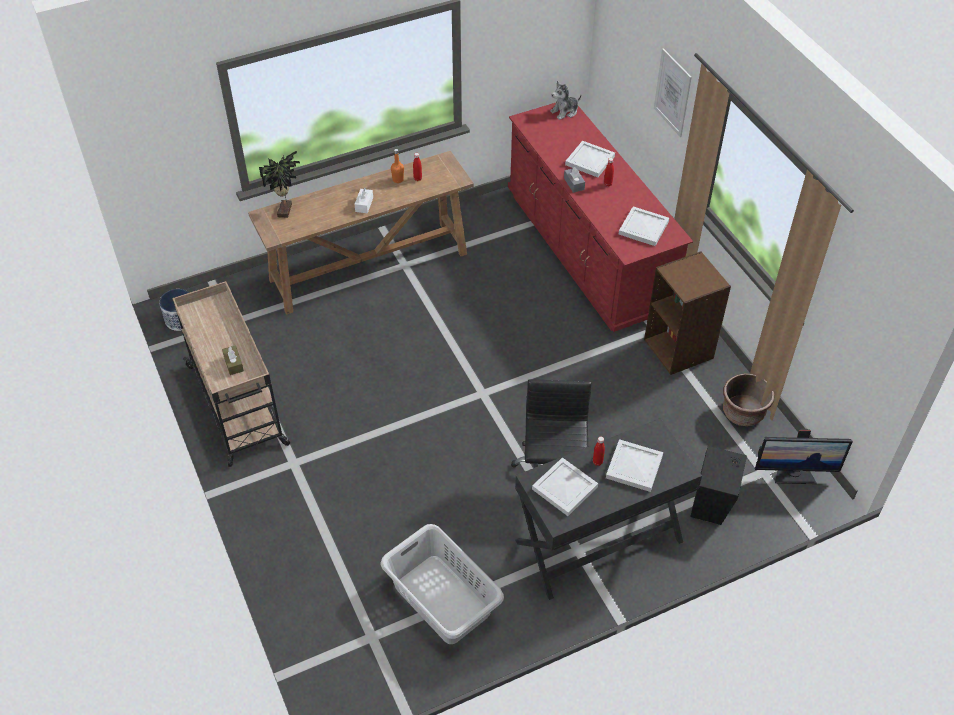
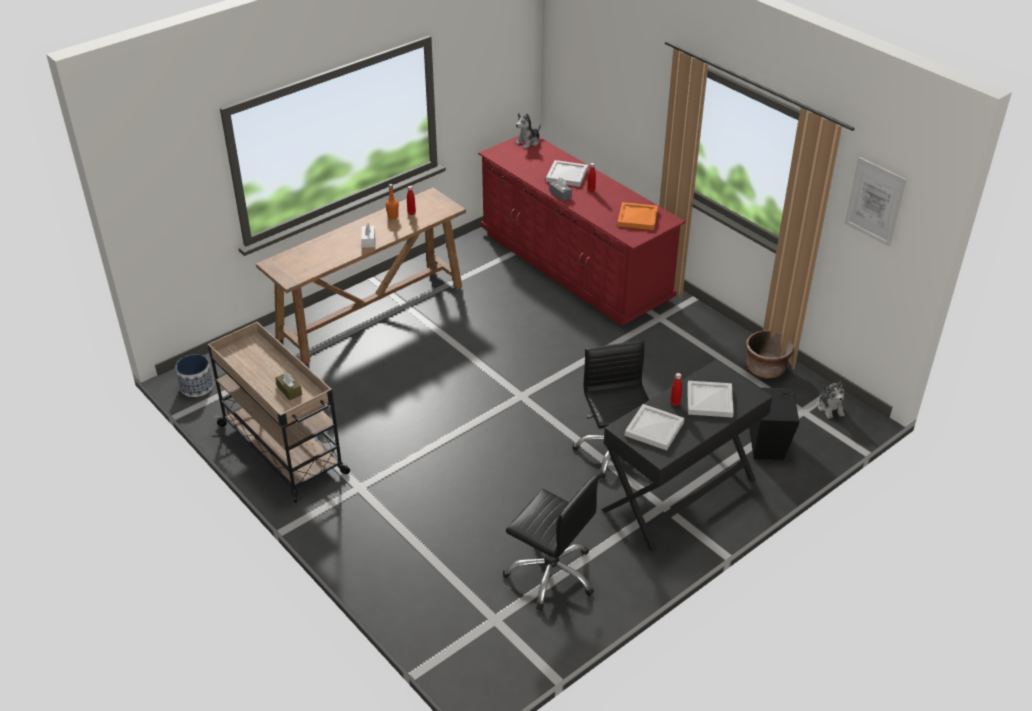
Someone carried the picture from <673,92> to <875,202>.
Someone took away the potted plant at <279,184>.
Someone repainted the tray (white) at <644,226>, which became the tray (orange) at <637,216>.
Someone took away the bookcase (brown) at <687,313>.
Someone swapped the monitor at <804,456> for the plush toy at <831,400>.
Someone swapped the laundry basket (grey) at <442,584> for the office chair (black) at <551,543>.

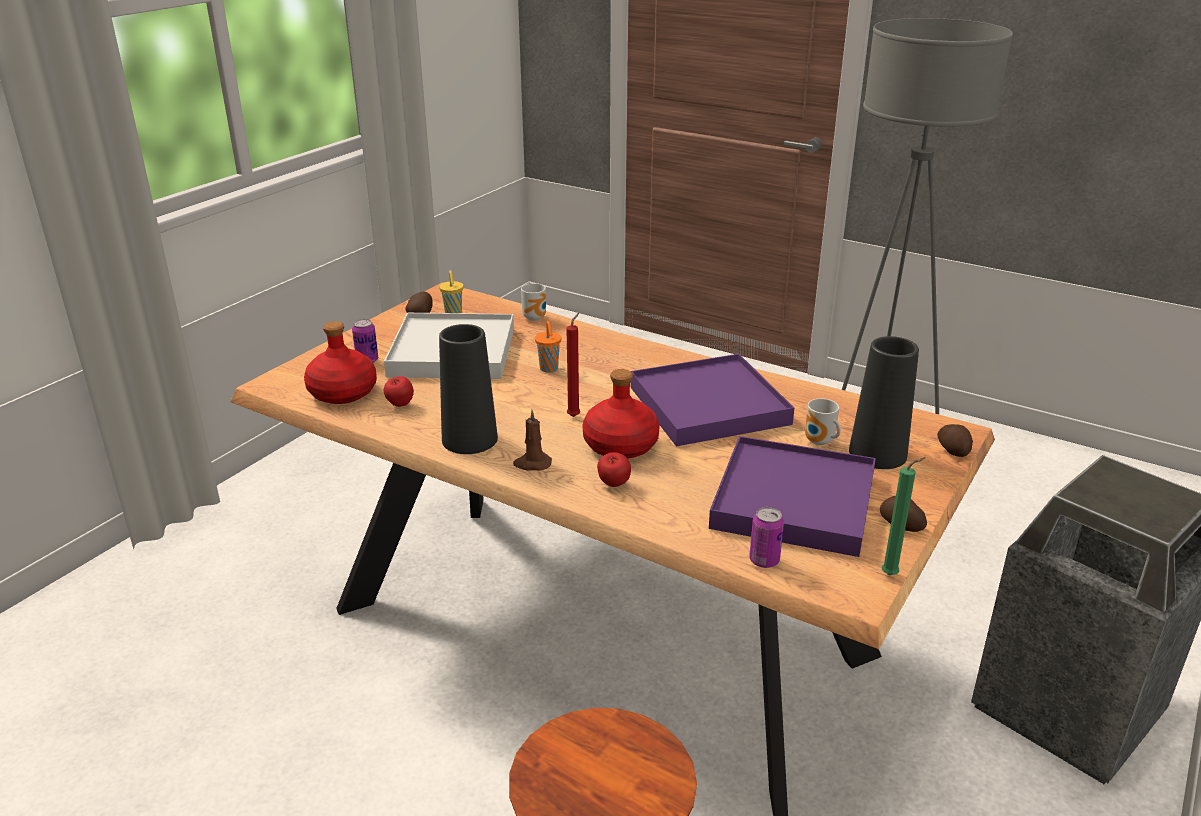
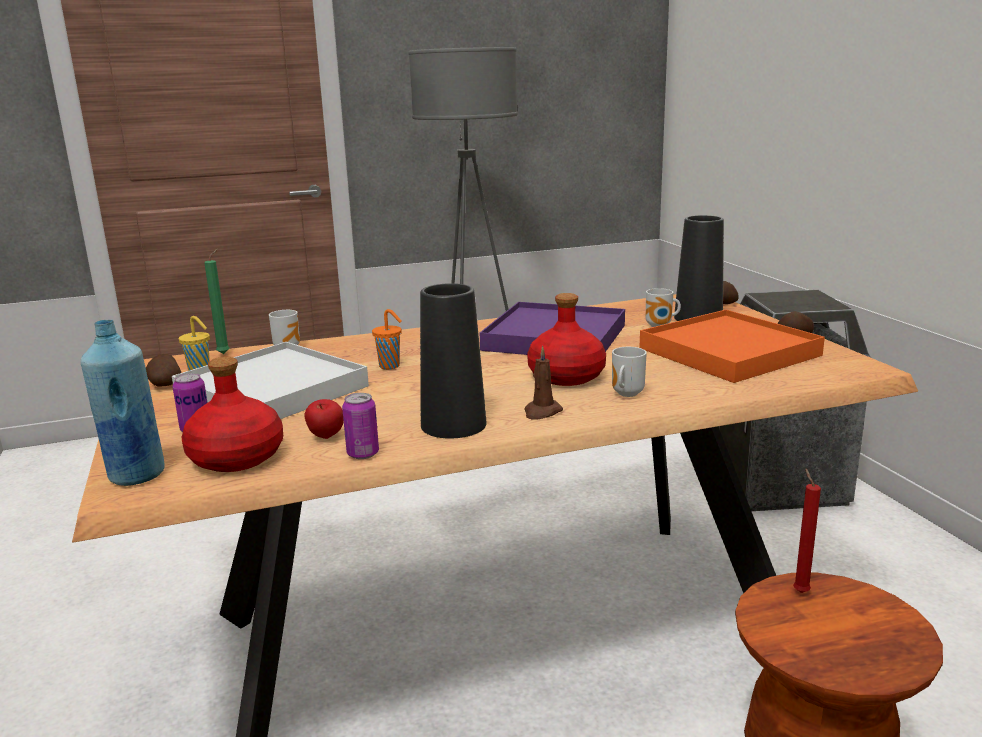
Someone carried the candle (red) from <573,365> to <807,530>.
Someone repainted the tray (purple) at <792,496>, which became the tray (orange) at <732,346>.
Someone swapped the apple at <614,469> for the mug at <629,372>.
Someone carried the candle (green) from <903,516> to <217,301>.
Someone carried the can from <766,537> to <360,426>.
Someone put down the bottle (blue) at <122,403>.

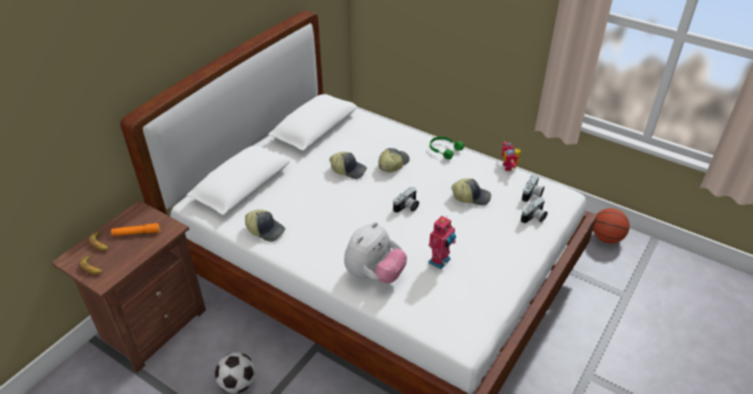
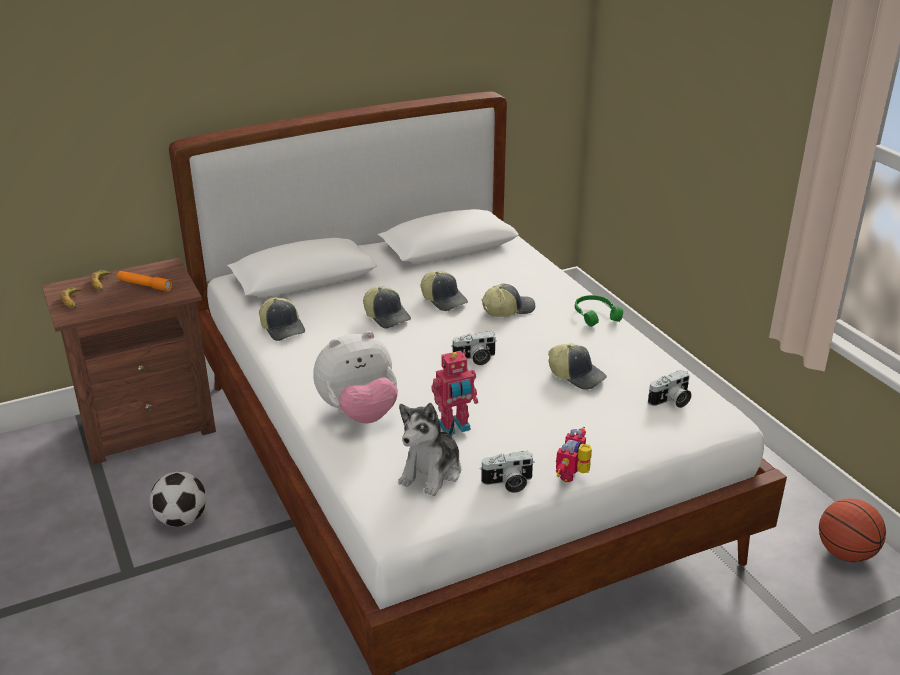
Someone carried the toy robot from <511,156> to <574,454>.
Someone carried the photo camera from <534,210> to <507,472>.
Someone put down the cap at <387,307>.
Someone put down the plush toy at <429,449>.

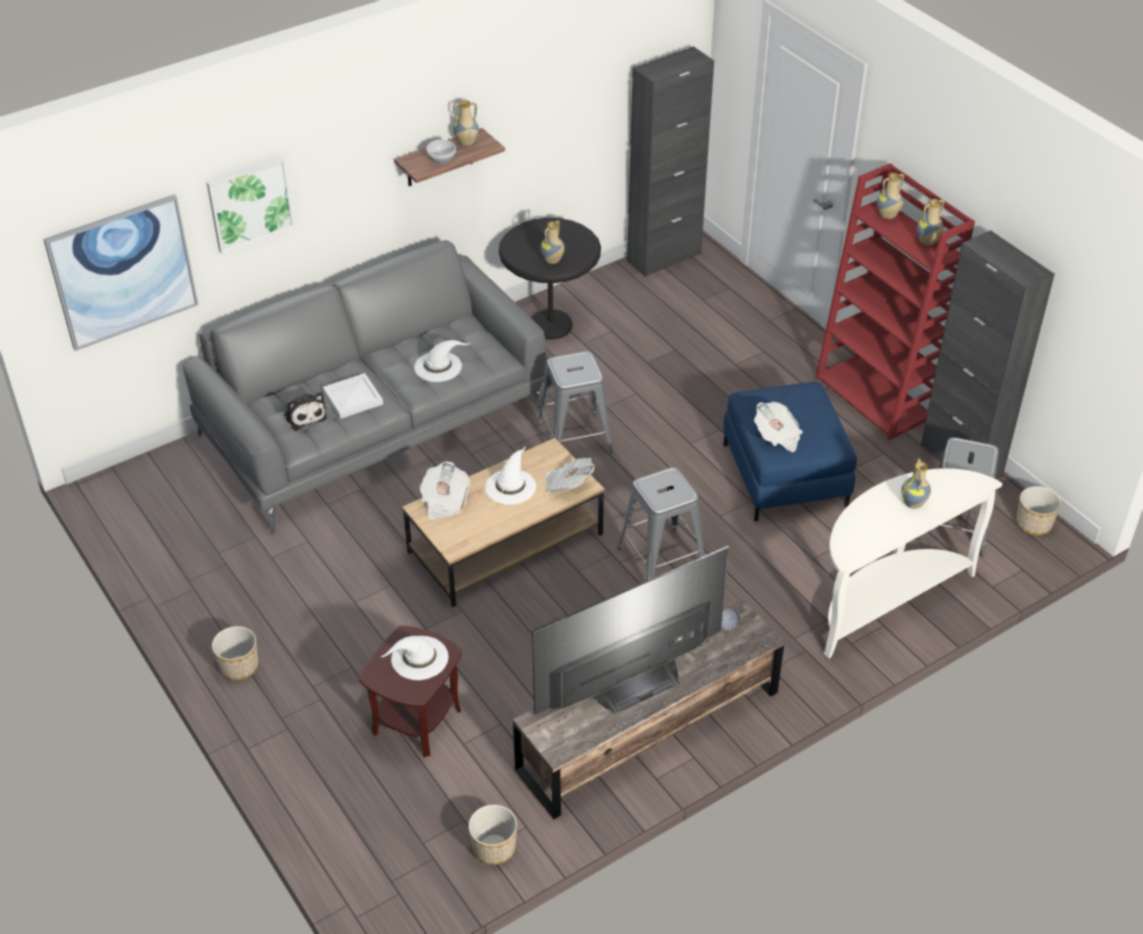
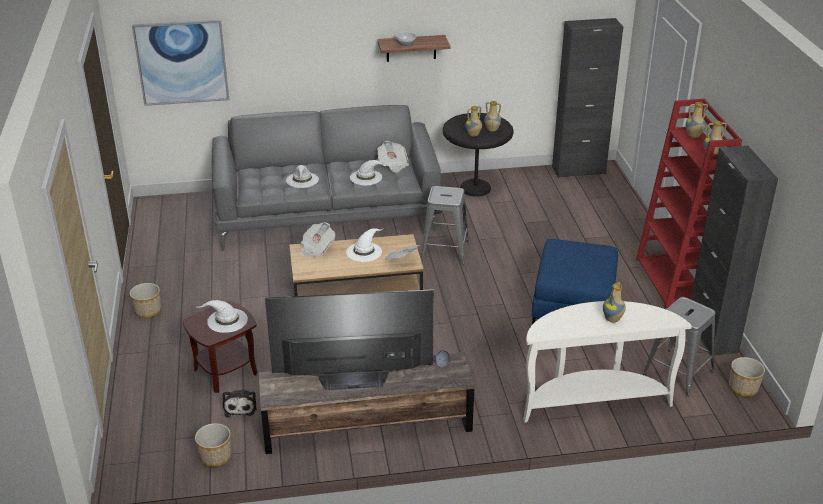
Someone carried the vase from <466,123> to <492,116>.
Someone took away the picture at <250,205>.
Someone swapped the tray (white) at <353,396> for the hat (white) at <302,176>.
Someone carried the plush toy from <305,411> to <239,403>.
Someone carried the newspaper from <778,427> to <393,157>.
Someone took away the stool (grey) at <660,524>.

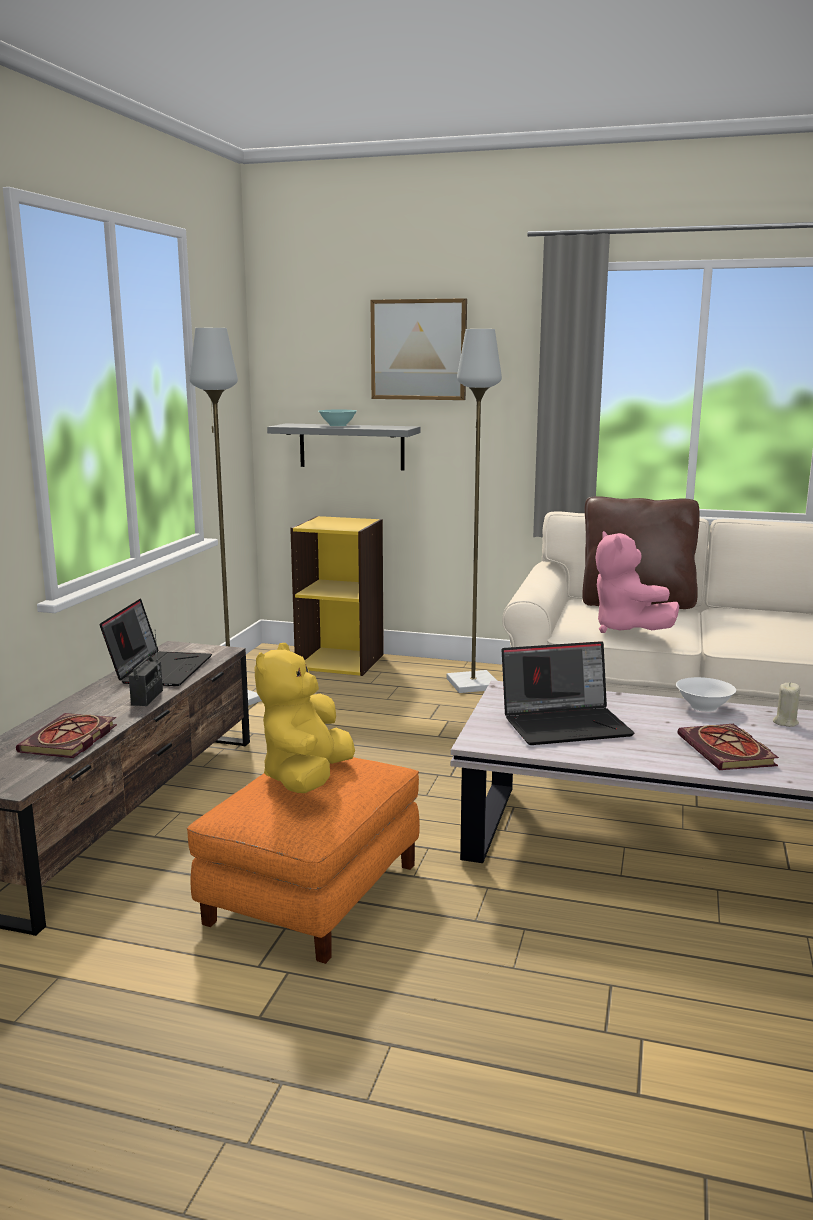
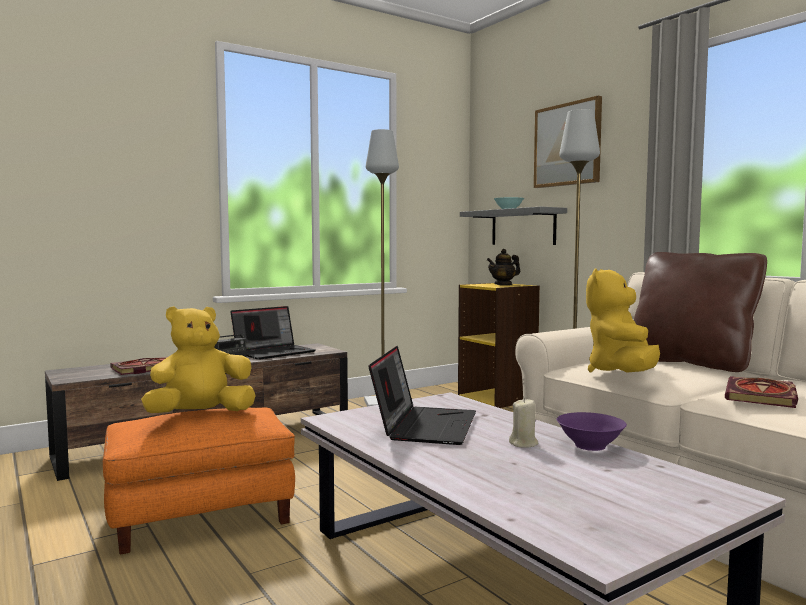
Someone repainted the plush toy (pink) at <637,582>, which became the plush toy (yellow) at <623,320>.
Someone rotated the laptop at <568,693> by 105 degrees counterclockwise.
Someone repainted the bowl (white) at <706,694>, which became the bowl (purple) at <592,431>.
Someone carried the candle (beige) from <786,705> to <523,423>.
Someone carried the book from <728,747> to <761,392>.
Someone put down the teapot at <503,267>.

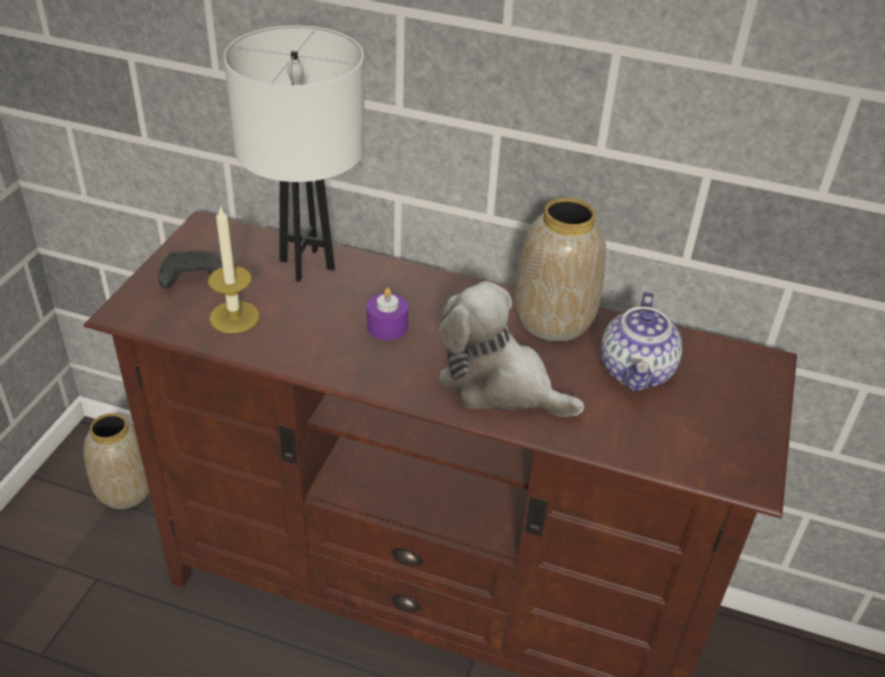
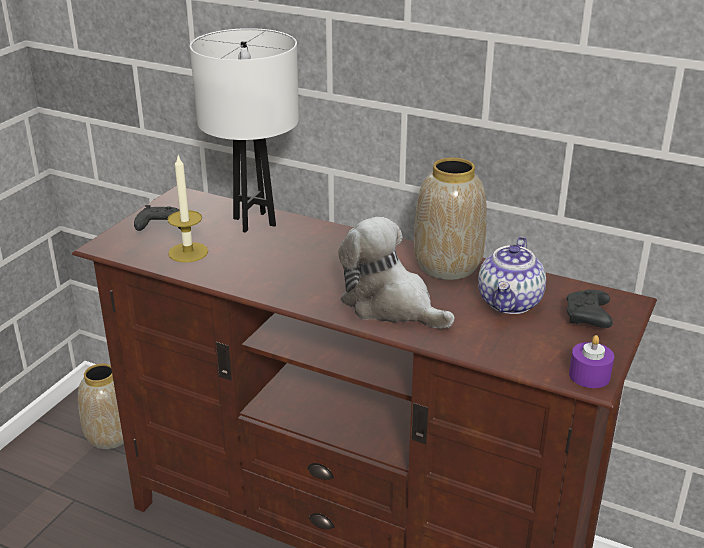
Someone carried the candle (purple) from <387,314> to <591,361>.
Someone put down the game controller (black) at <590,309>.

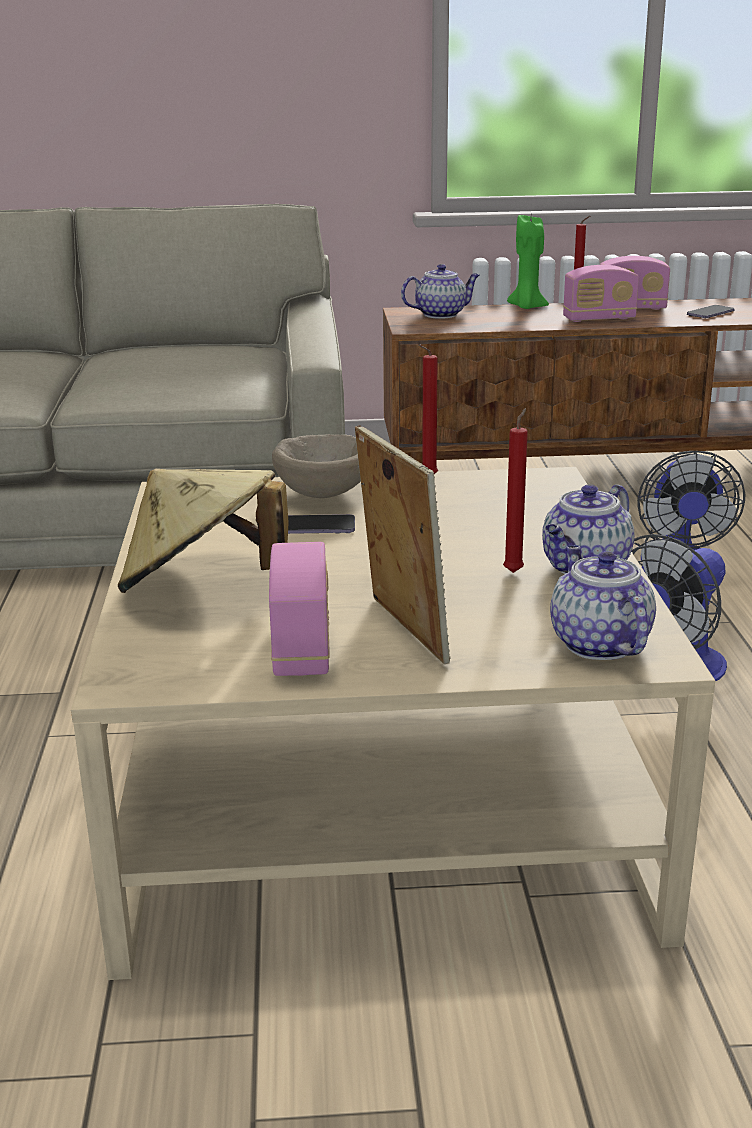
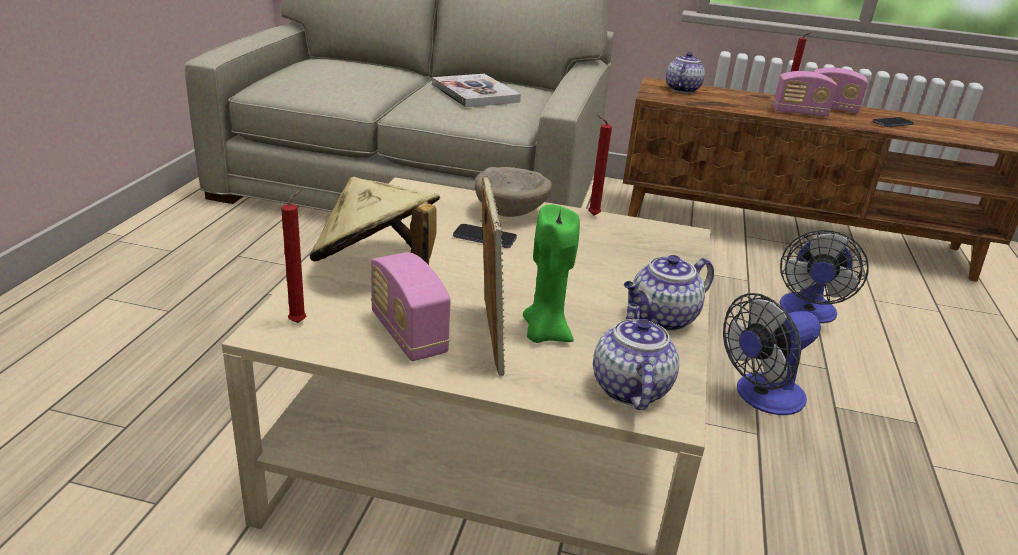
Someone carried the candle (green) from <528,262> to <551,273>.
Someone rotated the teapot at <440,291> by 60 degrees counterclockwise.
Someone carried the candle (red) from <515,490> to <293,256>.
Someone rotated the radio at <299,609> by 135 degrees clockwise.
Someone put down the book at <476,91>.

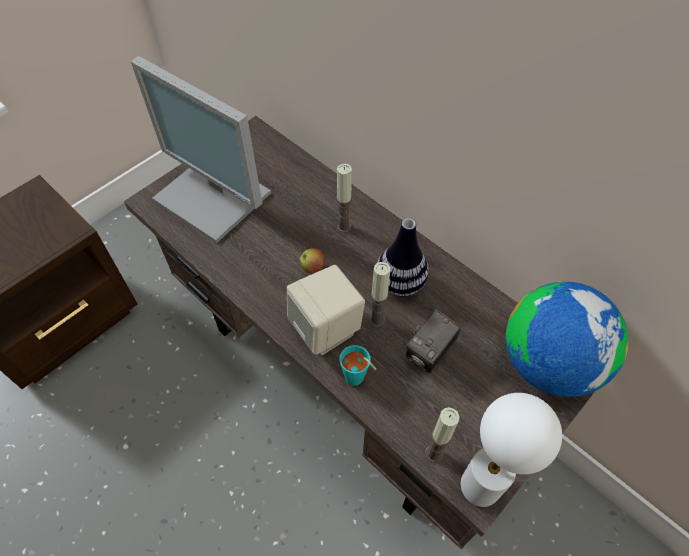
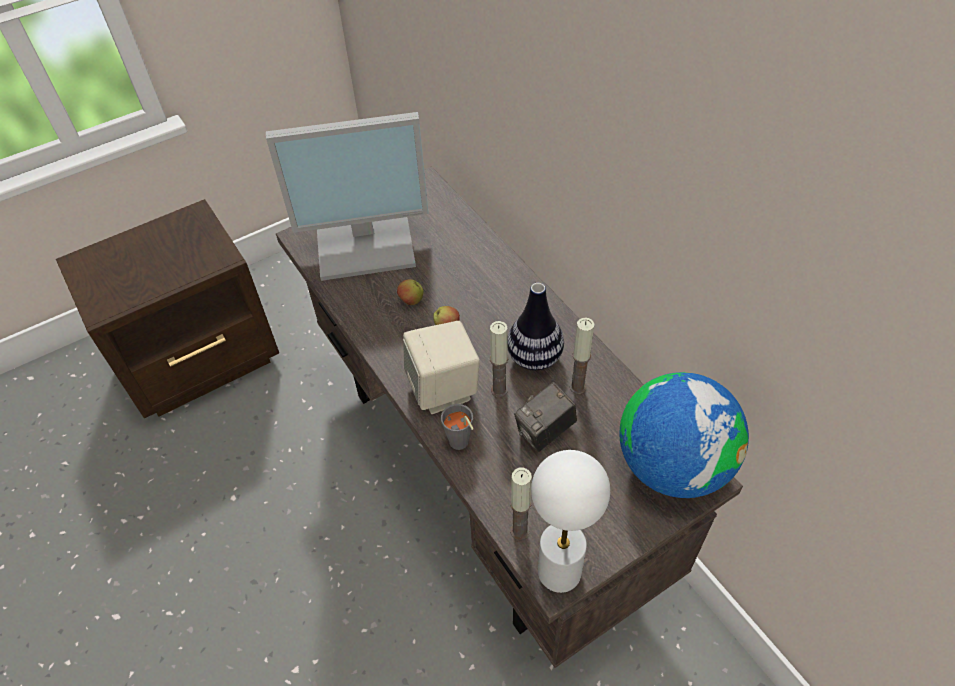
Someone rotated the monitor at <200,149> by 60 degrees counterclockwise.
Someone carried the candle from <344,198> to <581,356>.
Someone repainted the cup (turquoise) at <358,365>, which became the cup (grey) at <457,427>.
Someone put down the apple at <410,292>.

